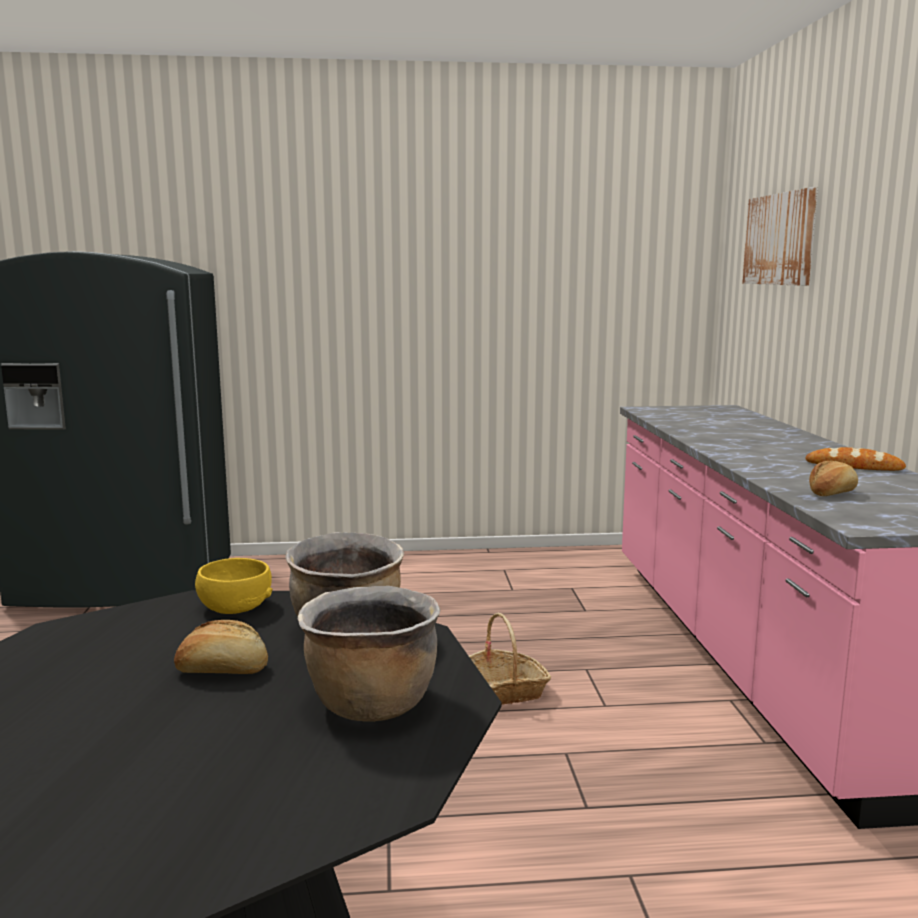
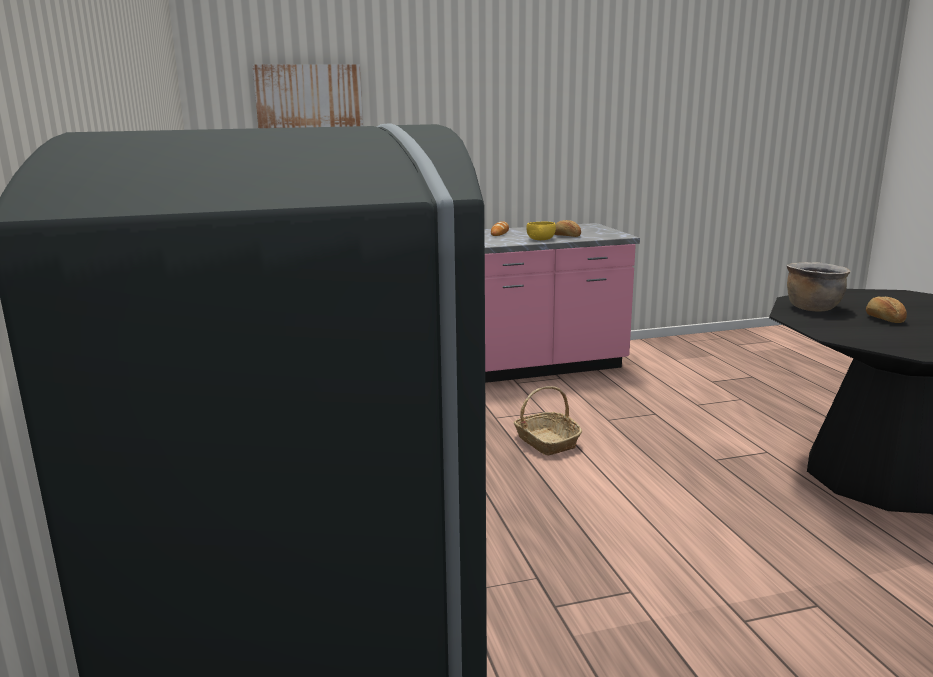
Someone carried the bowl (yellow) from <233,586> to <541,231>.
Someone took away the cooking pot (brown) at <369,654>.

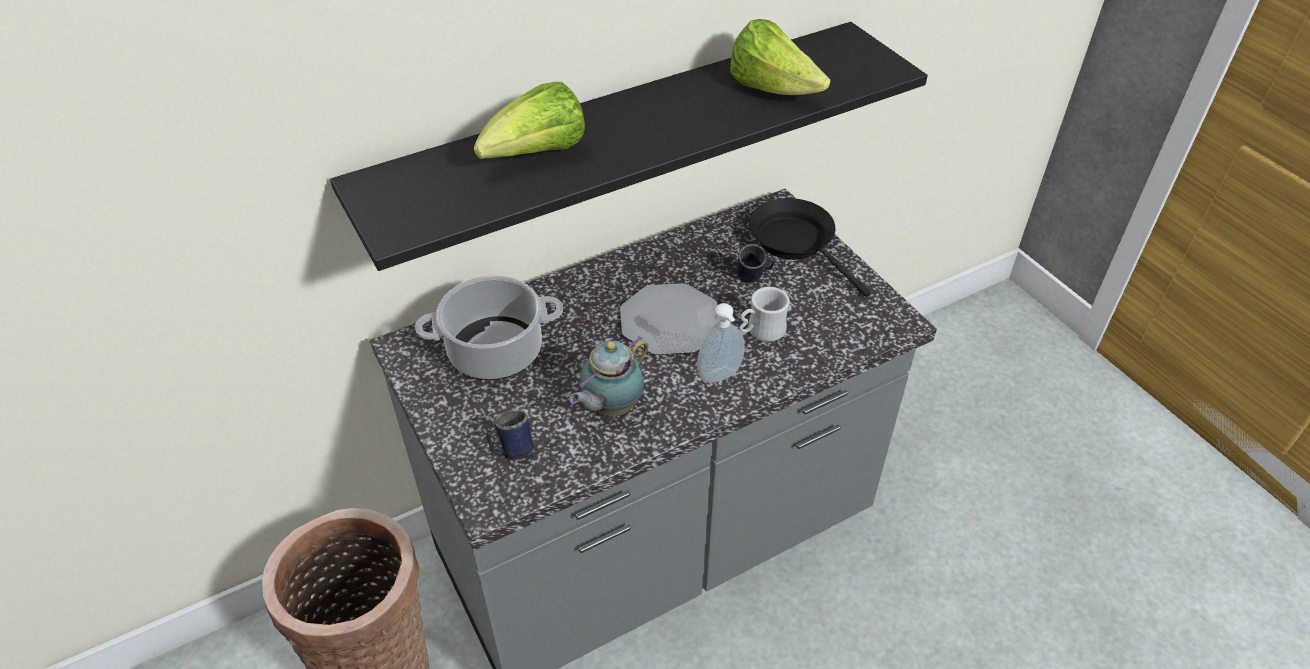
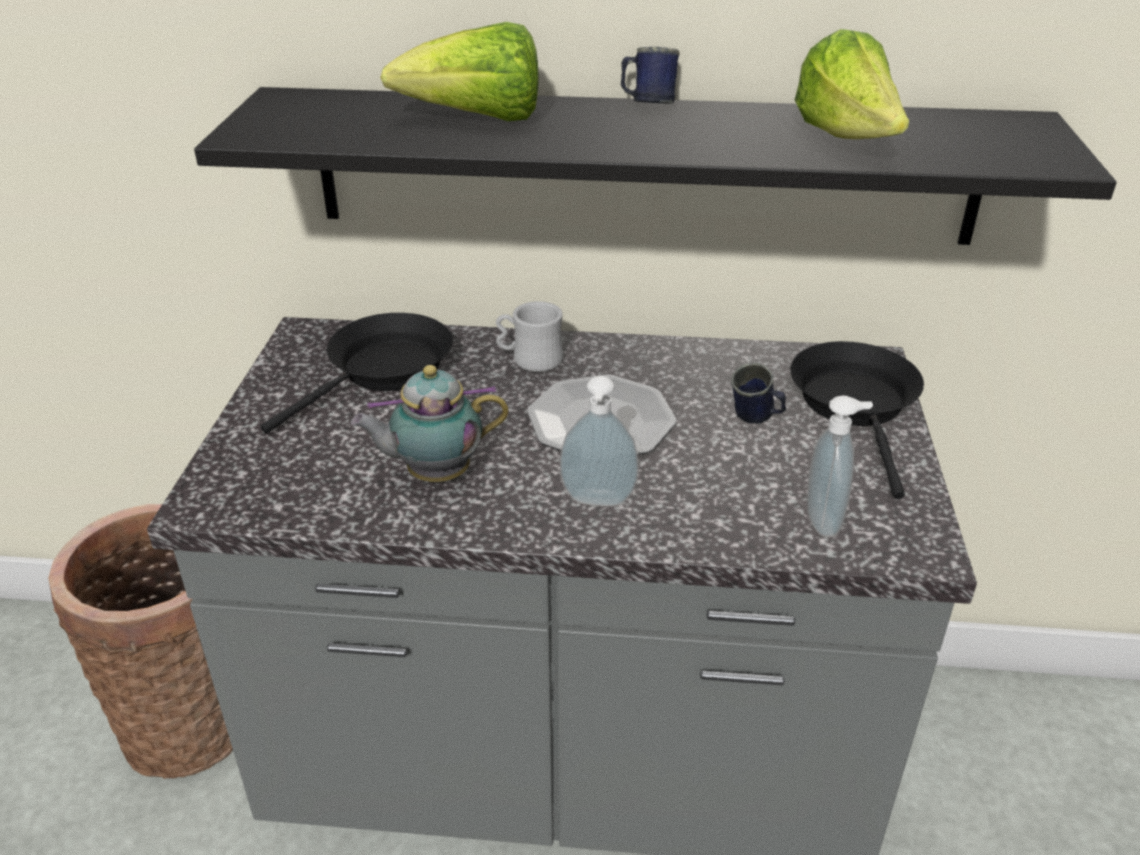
Someone swapped the cooking pot at <489,327> for the frying pan (black) at <356,373>.
Someone carried the mug (white) from <764,314> to <529,336>.
Someone carried the mug (blue) from <510,435> to <650,75>.
Someone put down the soap dispenser at <840,466>.

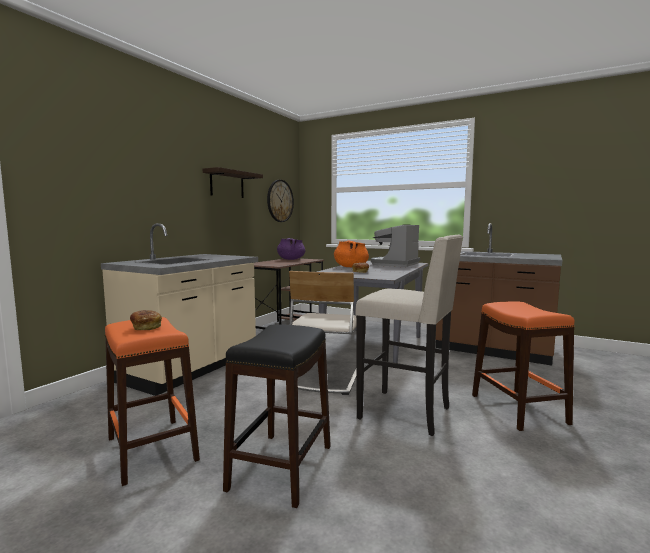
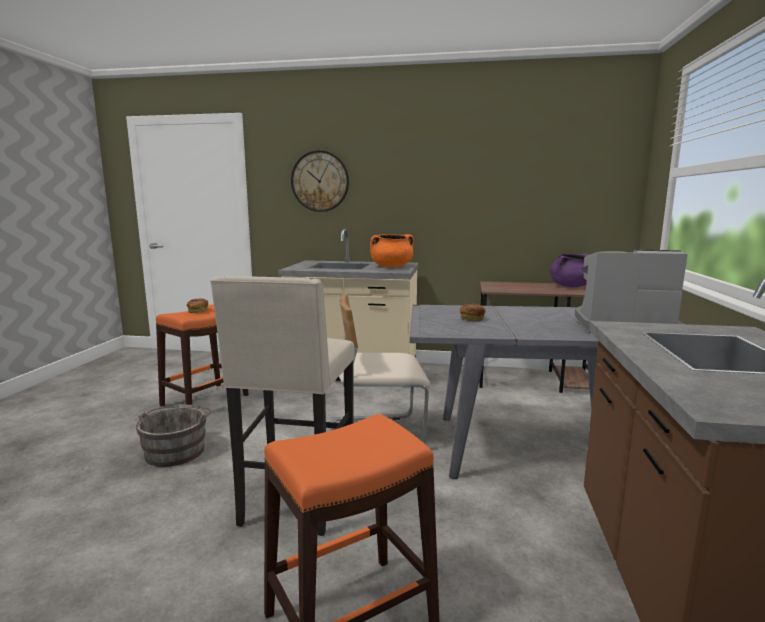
Someone took away the shelf at <233,182>.
Someone carried the wall clock from <280,201> to <320,181>.
Someone carried the cooking pot (orange) from <351,253> to <392,250>.
Someone swapped the stool (black) at <277,416> for the bucket (grey) at <173,435>.

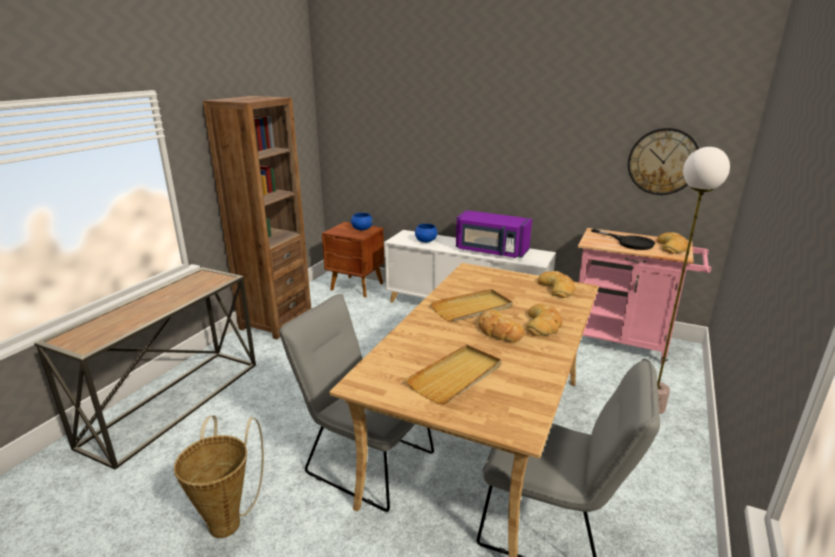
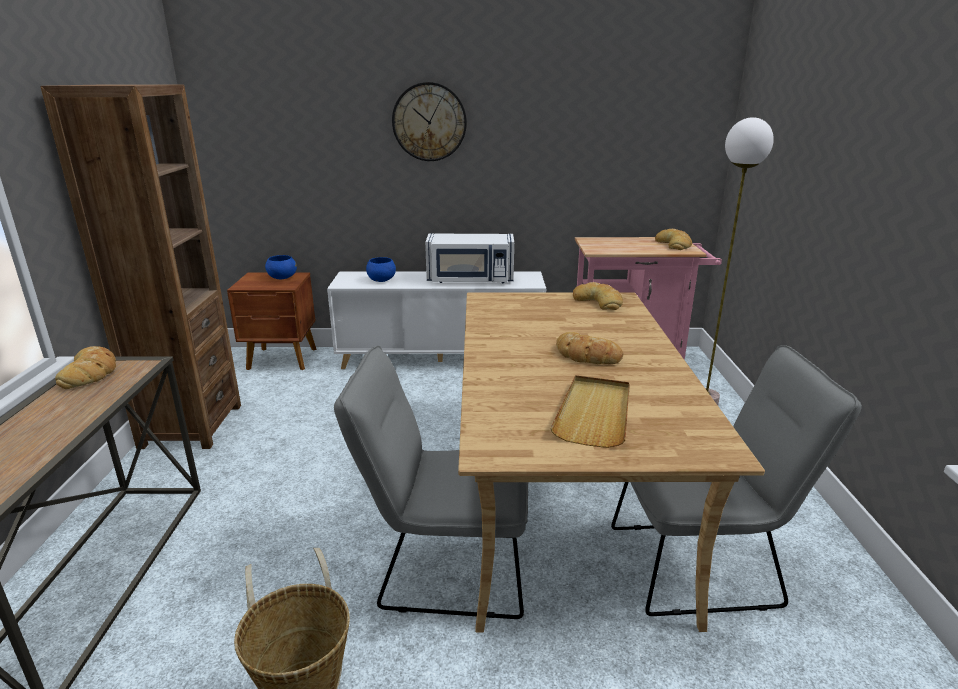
Someone carried the wall clock from <663,161> to <429,121>.
Someone repainted the microwave (purple) at <494,234>, which became the microwave (white) at <469,258>.
Someone took away the frying pan (black) at <623,239>.
Someone took away the tray (beige) at <471,305>.
Someone carried the bread from <544,320> to <85,367>.

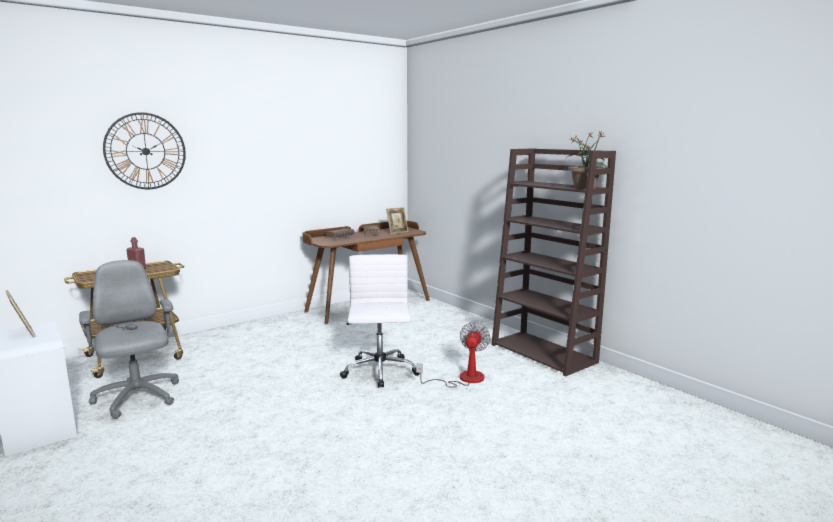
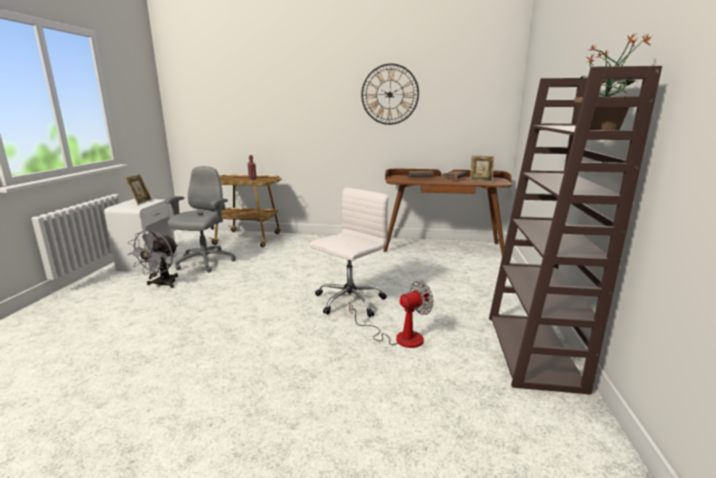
Someone carried the wall clock from <144,150> to <390,94>.
Someone put down the fan (grey) at <152,259>.

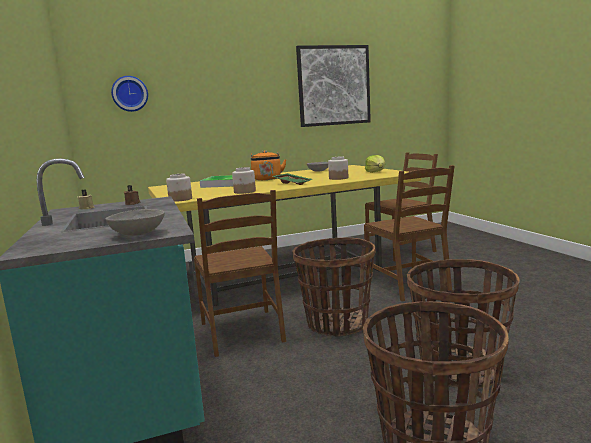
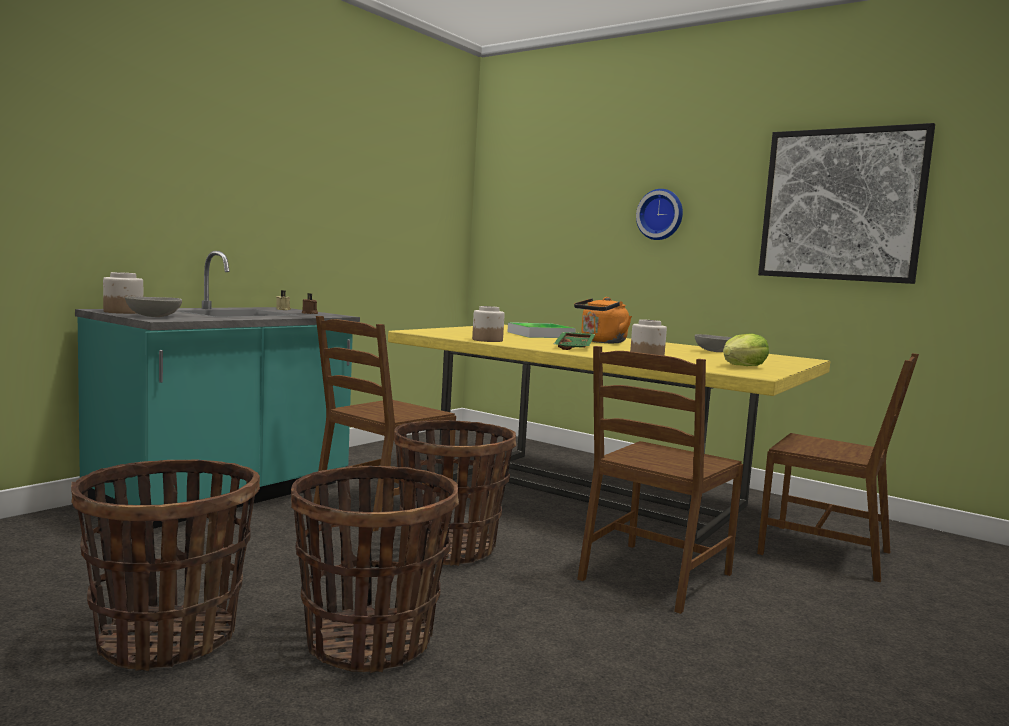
Someone carried the wall clock from <129,94> to <659,214>.
Someone carried the jar from <179,188> to <123,293>.

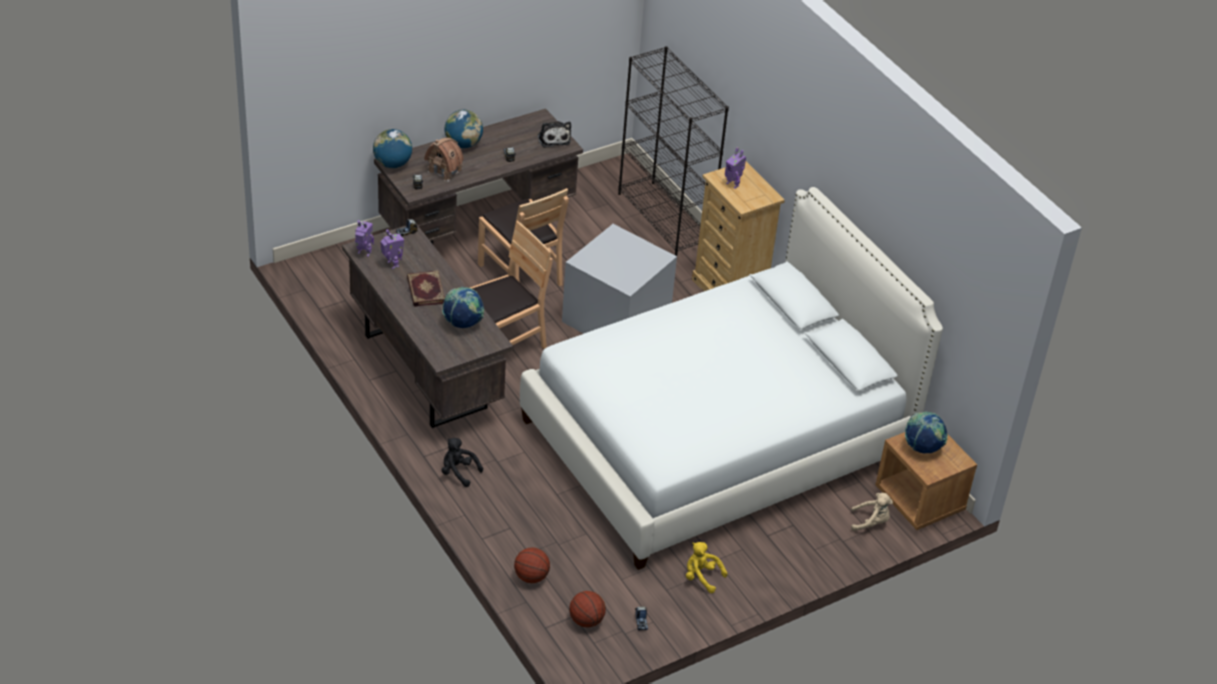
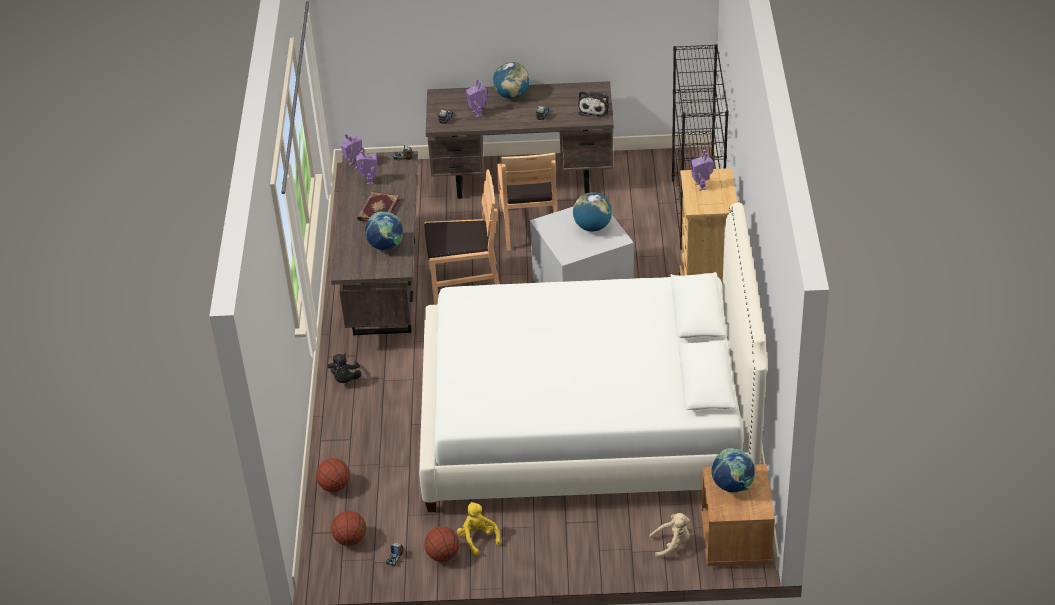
Someone carried the globe from <392,148> to <592,212>.
Someone swapped the toy house at <444,159> for the toy robot at <476,98>.
Someone rotated the plush toy (black) at <462,462> by 150 degrees counterclockwise.
Someone rotated the plush toy (beige) at <872,512> by 45 degrees counterclockwise.
Someone put down the basketball at <441,544>.

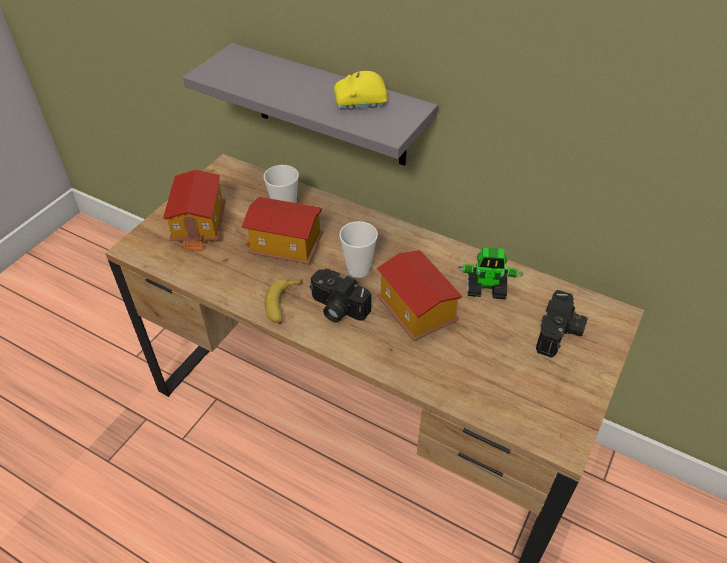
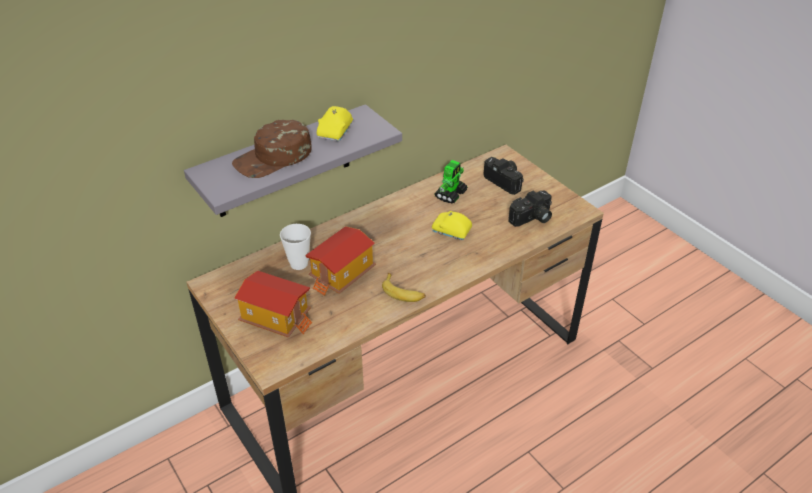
Someone took away the cup at <358,249>.
Someone swapped the toy house at <419,295> for the toy car (yellow) at <452,225>.
Someone carried the photo camera from <340,296> to <530,208>.
Someone put down the cap (brown) at <272,149>.

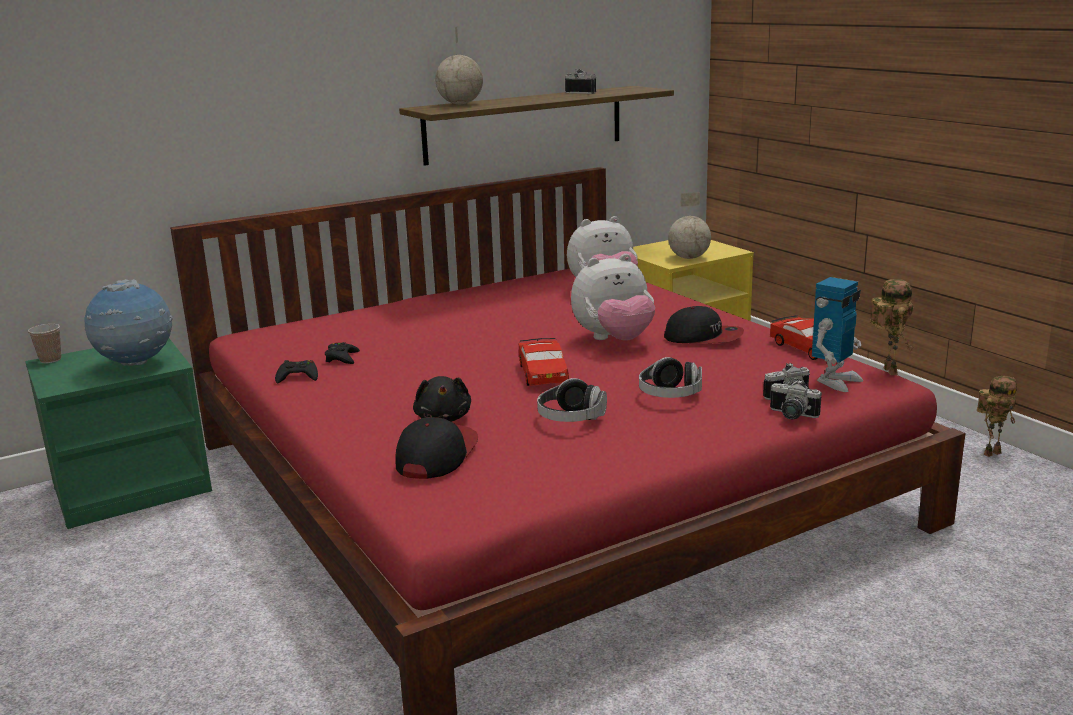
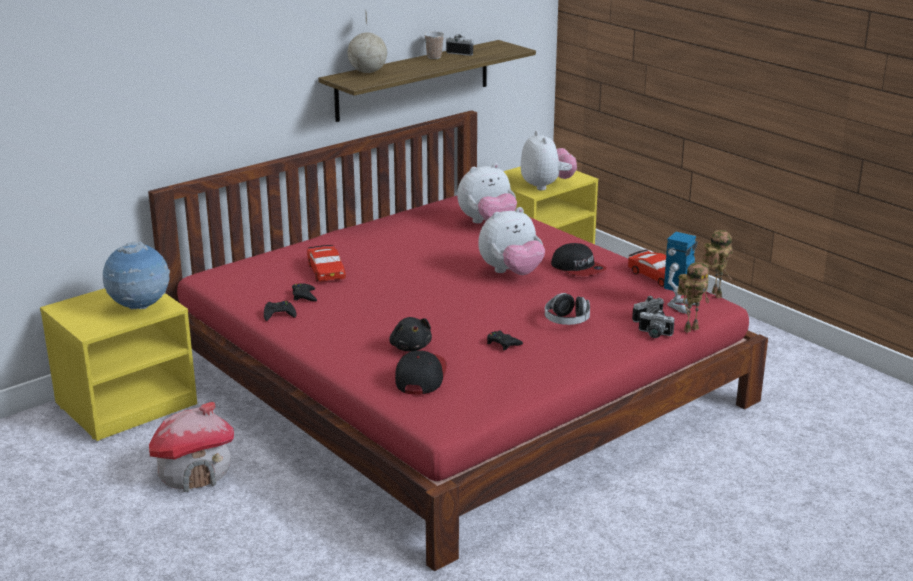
Someone swapped the globe at <689,225> for the plush toy at <549,161>.
Someone rotated the cap at <704,324> by 45 degrees clockwise.
Someone carried the cup from <44,343> to <434,45>.
Someone repainted the nightstand (green) at <118,433>, which became the nightstand (yellow) at <118,364>.
Someone carried the toy car (red) from <544,362> to <326,263>.
Someone carried the toy robot from <997,416> to <693,297>.
Someone swapped the headphones at <572,400> for the game controller (black) at <505,340>.
Someone put down the toy house at <191,447>.

